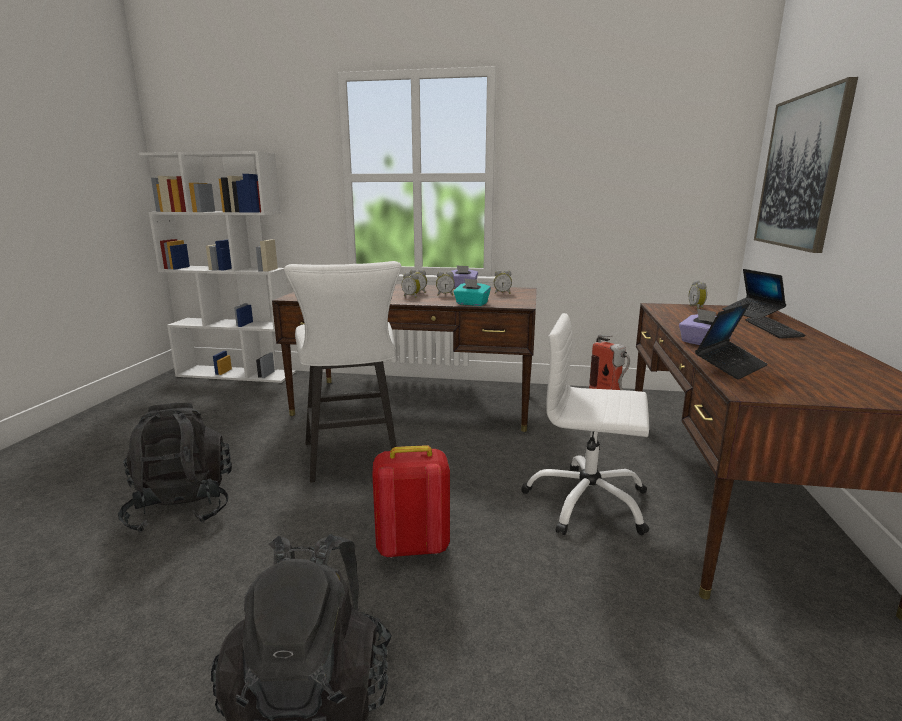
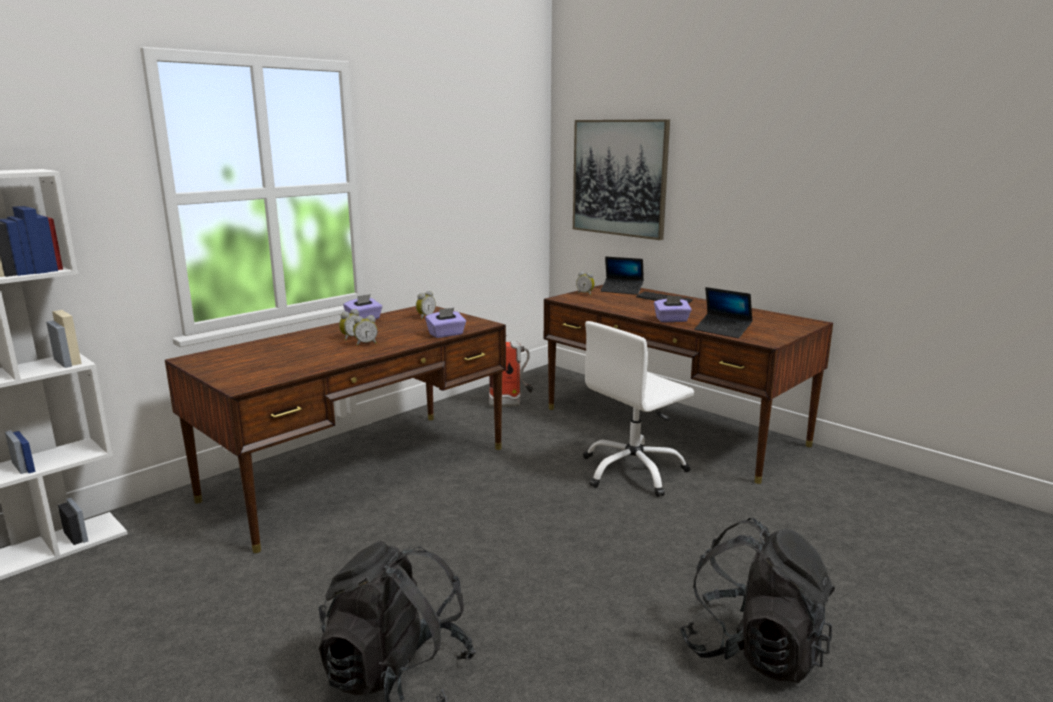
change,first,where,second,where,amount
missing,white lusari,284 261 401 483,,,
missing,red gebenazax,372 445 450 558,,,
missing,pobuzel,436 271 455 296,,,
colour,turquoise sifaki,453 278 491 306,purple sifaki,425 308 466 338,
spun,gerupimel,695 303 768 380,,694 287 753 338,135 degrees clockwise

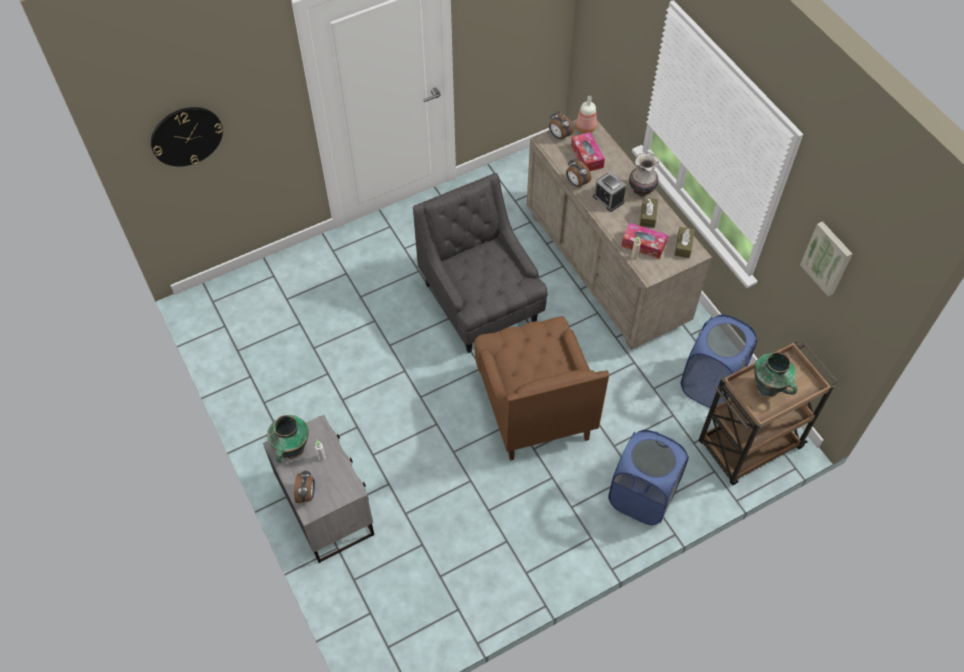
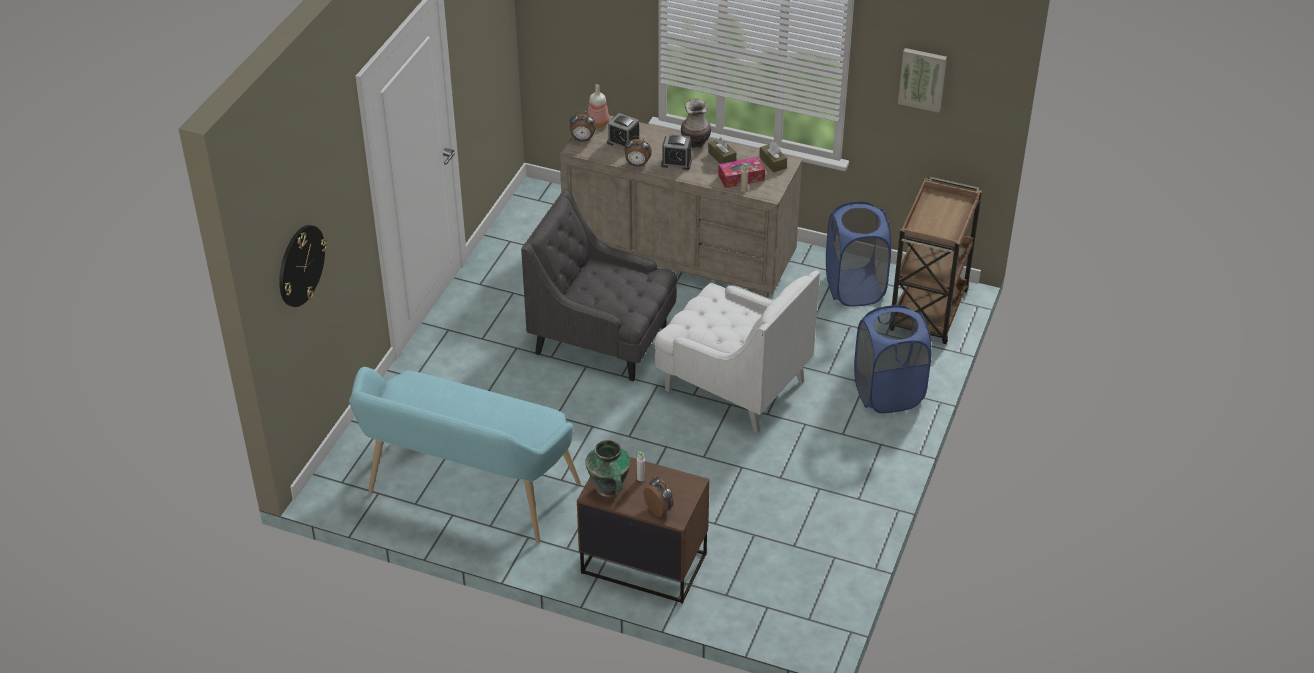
change,first,where,second,where,amount
colour,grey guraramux,263 415 374 563,brown guraramux,577 457 710 604,
colour,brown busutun,474 316 609 460,white busutun,654 270 820 434,
exchanged,sifaki,571 132 605 171,pobuzel,607 113 639 148,
missing,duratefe,754 352 798 397,,,
appeared,,,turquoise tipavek,349 367 581 543,

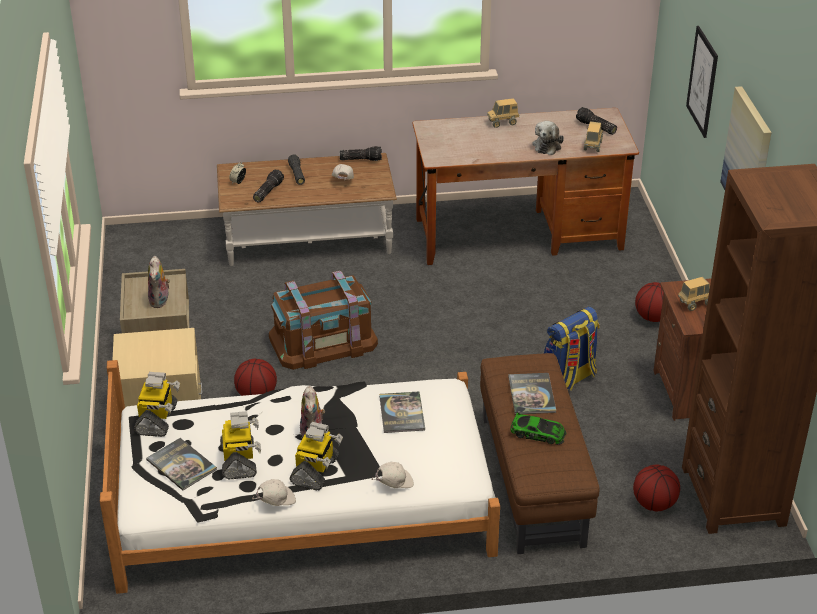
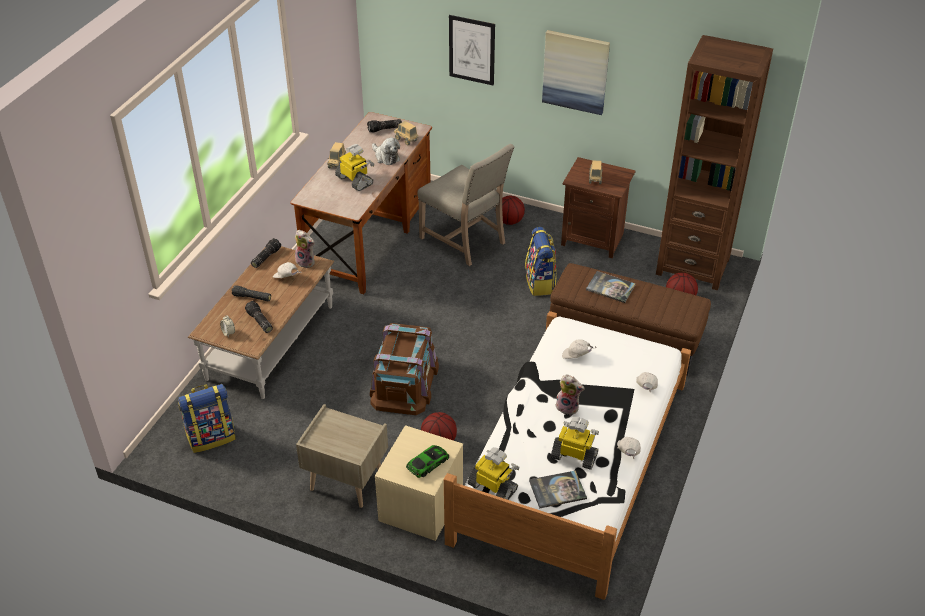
change,first,where,second,where,amount
relocated,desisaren,148 256 170 308,,295 230 315 268,
relocated,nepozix,289 422 343 491,,335 144 374 191,
exchanged,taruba,379 391 425 433,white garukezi,562 339 597 359,
relocated,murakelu,511 413 566 445,,406 445 449 478,
appeared,,,gebenazax,178 384 236 453,
appeared,,,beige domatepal,417 144 514 266,

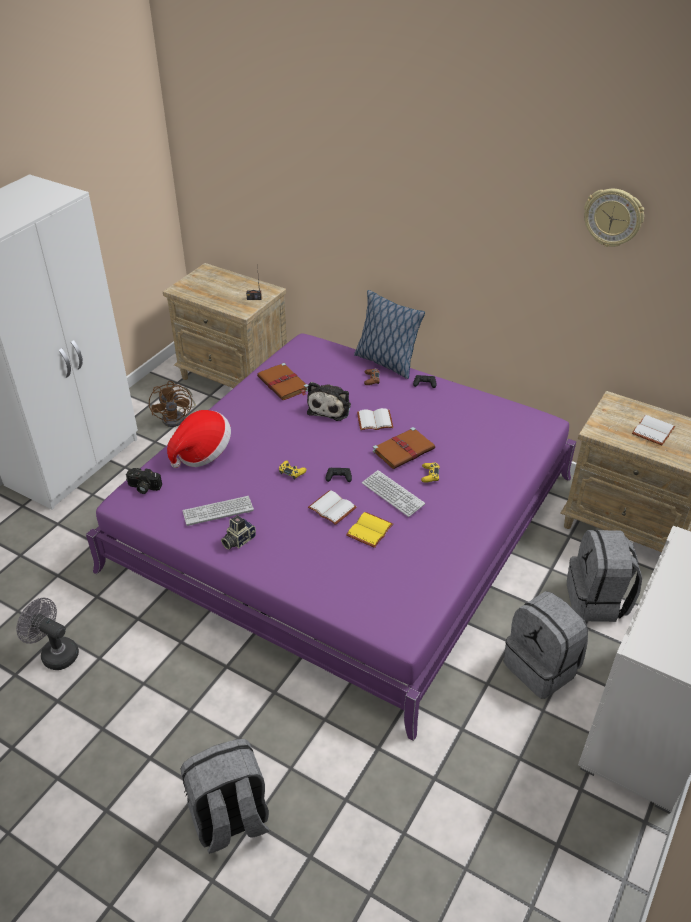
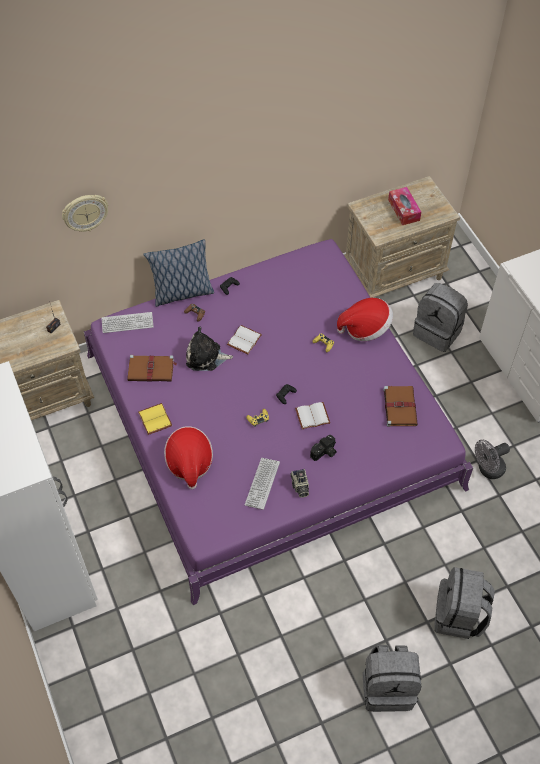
change,first,where,second,where,amount
relocated,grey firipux,16 598 79 670,,475 439 510 479,
relocated,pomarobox,126 468 162 494,,310 435 337 461,
missing,brown firipux,149 381 196 427,,,
spun,desisaren,307 382 351 421,,186 327 233 371,135 degrees clockwise
relocated,yellow taruba,346 512 393 548,,138 403 172 435,
relocated,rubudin,362 470 425 517,,102 312 154 333,
relocated,brown taruba,373 427 435 469,,383 385 418 427,
relocated,grey gebenazax,504 591 588 699,,362 645 421 712,
relocated,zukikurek,584 189 644 247,,62 195 108 232,
exchanged,white taruba,632 415 676 445,sifaki,388 187 421 225,
appeared,,,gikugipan,337 298 393 341,

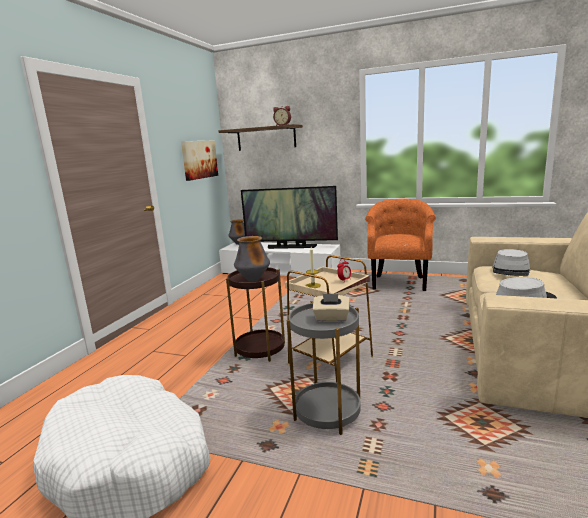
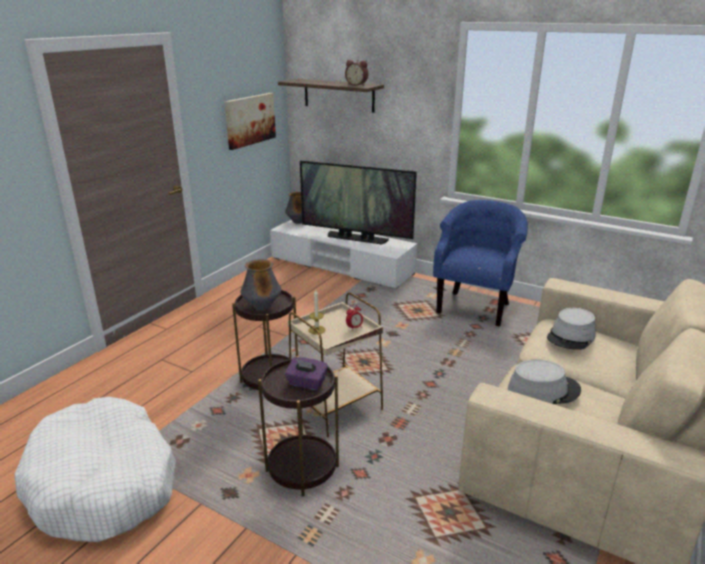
change,first,where,second,where,amount
colour,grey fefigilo,287 301 361 435,brown fefigilo,258 356 339 496,
colour,beige sifaki,312 294 350 322,purple sifaki,285 357 328 390,
colour,orange busutun,365 199 436 291,blue busutun,433 200 528 327,

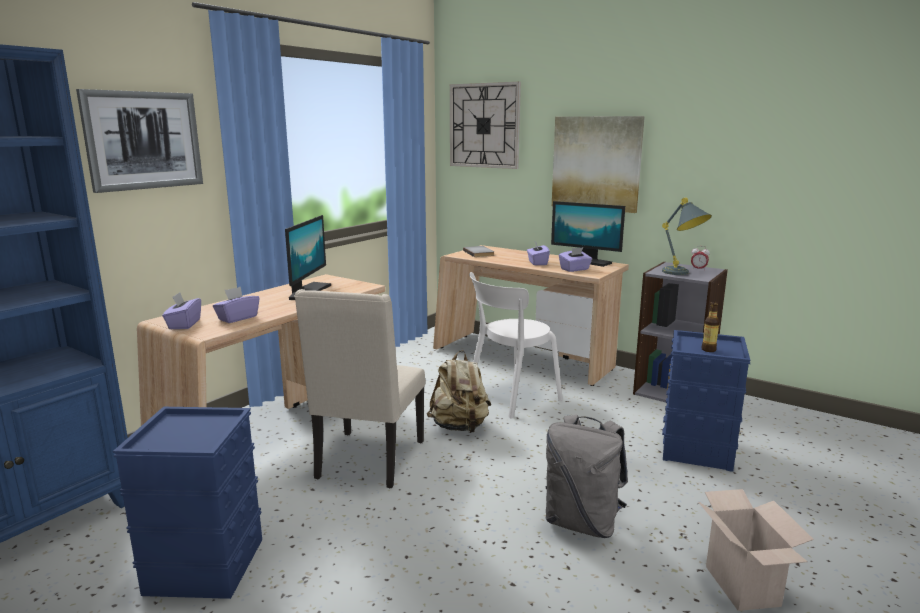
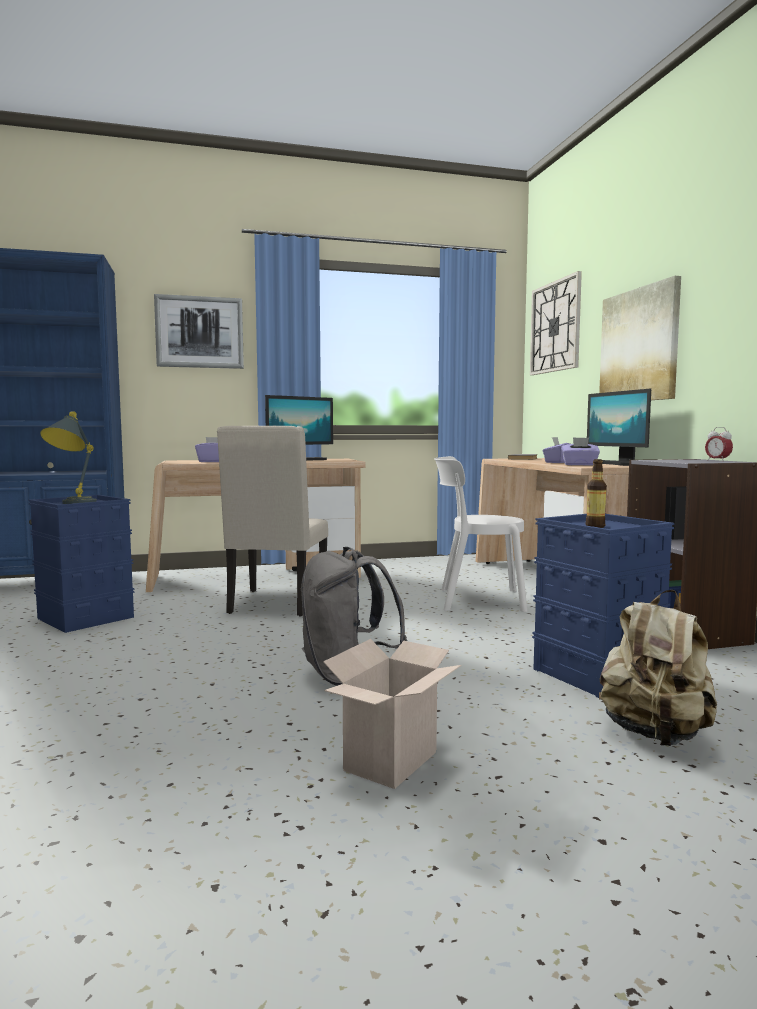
change,first,where,second,where,amount
missing,purple sifaki,162 292 201 329,,,
spun,beige domatepal,294 289 425 488,,217 426 328 616,45 degrees counterclockwise
relocated,beige gebenazax,427 350 491 433,,599 590 717 746,
relocated,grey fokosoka,662 198 712 275,,40 411 97 504,

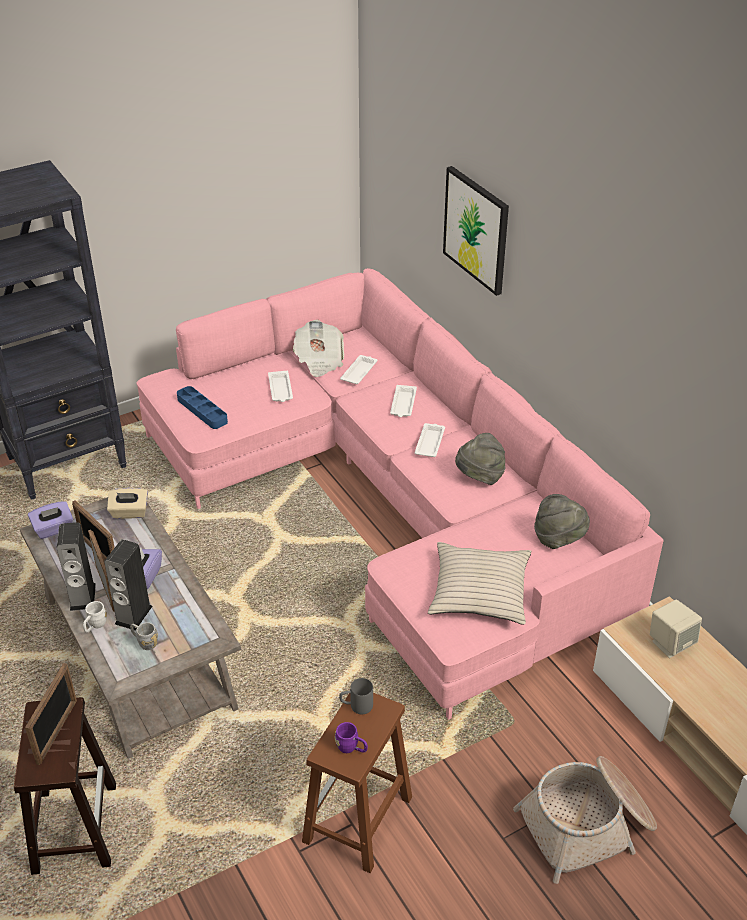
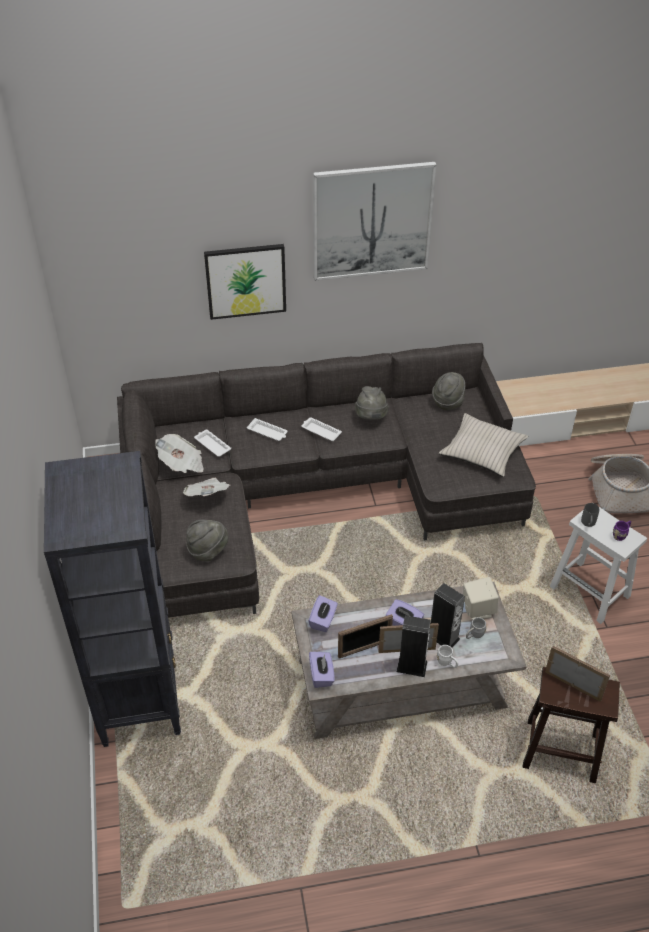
change,first,where,second,where,amount
colour,beige sifaki,107 488 148 519,purple sifaki,308 595 338 632,
colour,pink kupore,136 268 664 720,grey kupore,117 343 536 618,
exchanged,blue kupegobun,177 386 228 429,grey gikugipan,186 520 228 562,
exchanged,white kupegobun,268 371 293 402,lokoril,183 478 230 496,
colour,brown lusari,302 693 412 873,white lusari,550 507 647 624,
relocated,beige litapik,650 599 702 658,,463 577 499 620,
appeared,,,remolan,313 162 437 281,

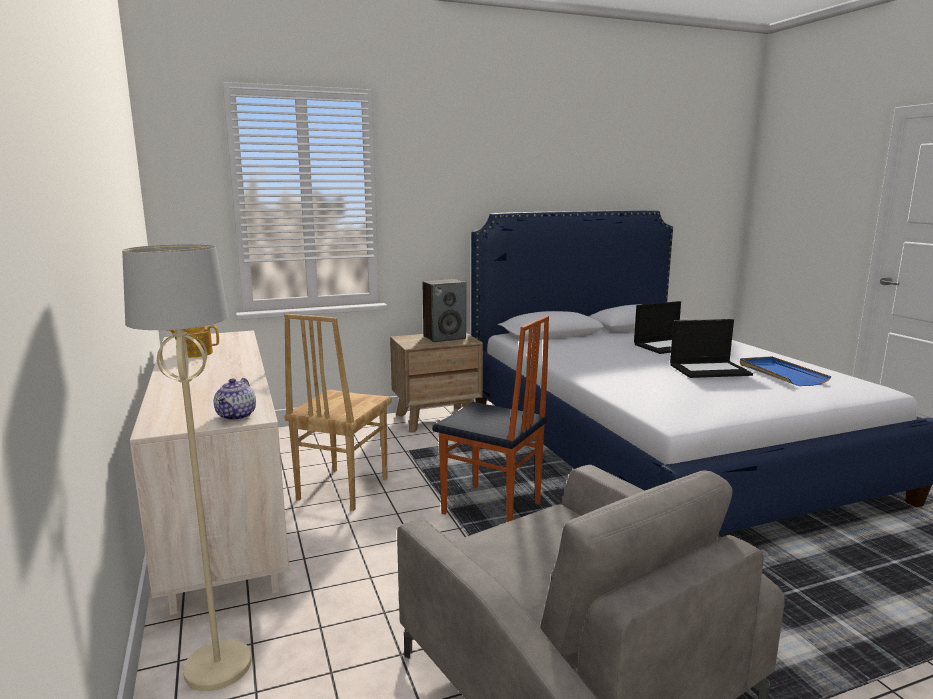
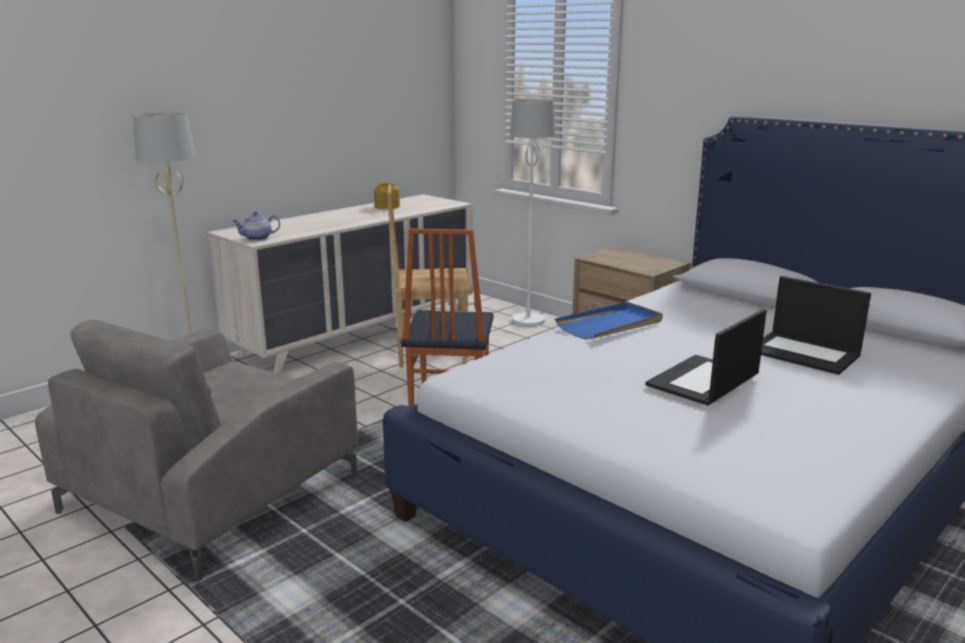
change,first,where,second,where,amount
missing,litapik,423 279 466 342,,,
spun,gerupimel,670 319 753 378,,645 309 767 406,75 degrees clockwise
relocated,blue kupegobun,740 356 831 386,,555 302 663 340,
appeared,,,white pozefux,510 99 555 326,

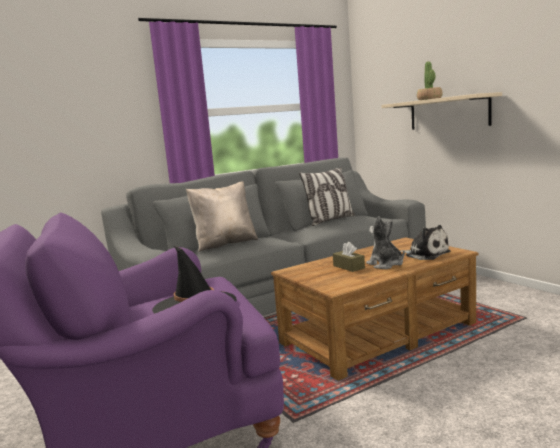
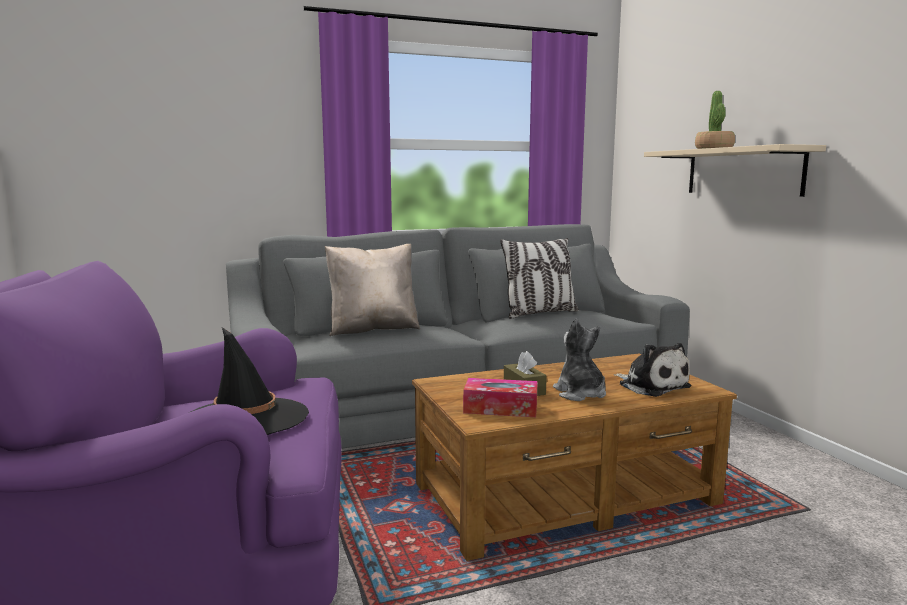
change,first,where,second,where,amount
appeared,,,sifaki,463 378 538 417,

